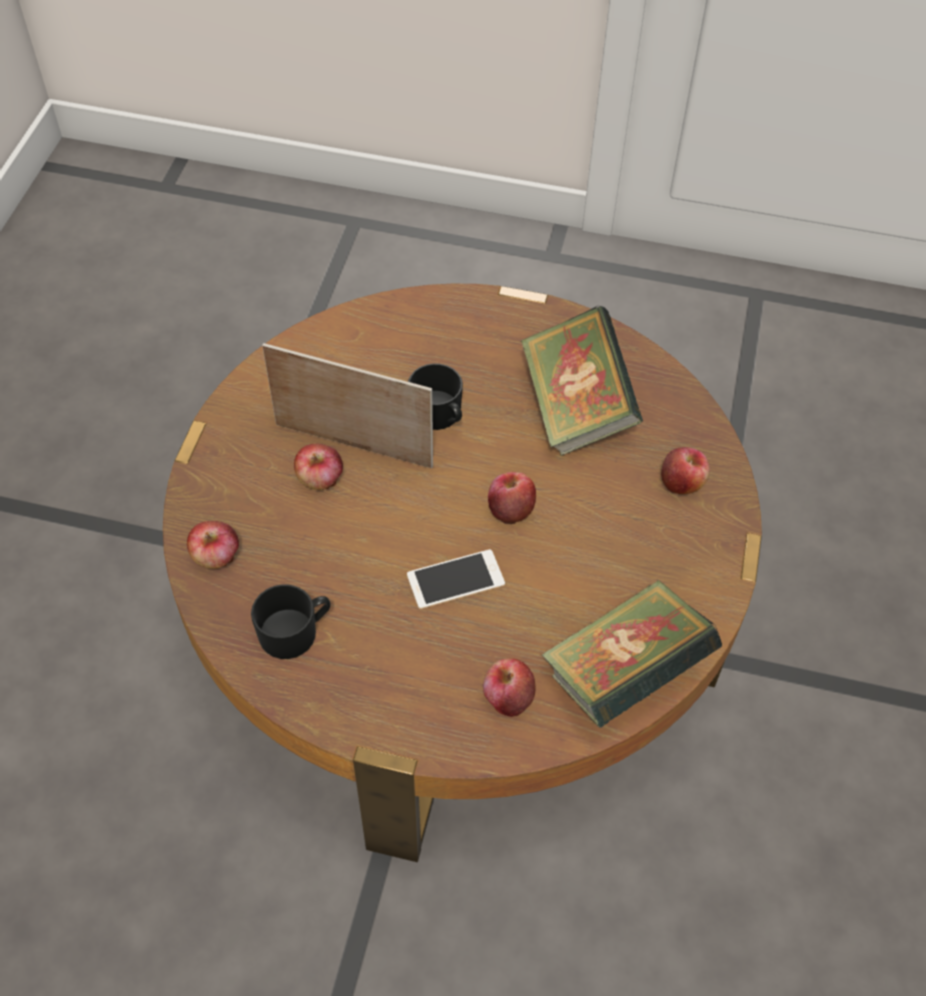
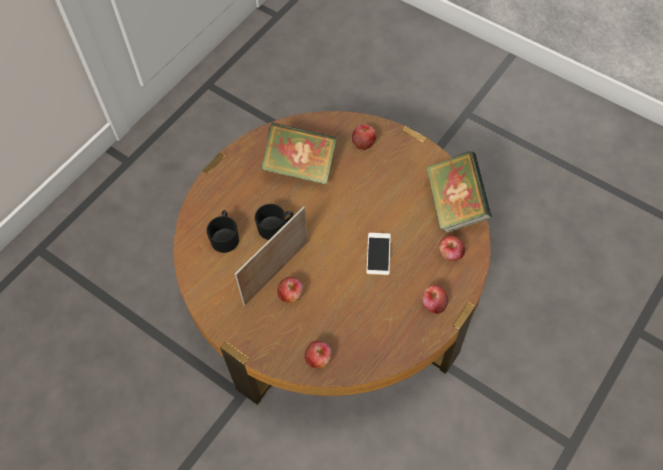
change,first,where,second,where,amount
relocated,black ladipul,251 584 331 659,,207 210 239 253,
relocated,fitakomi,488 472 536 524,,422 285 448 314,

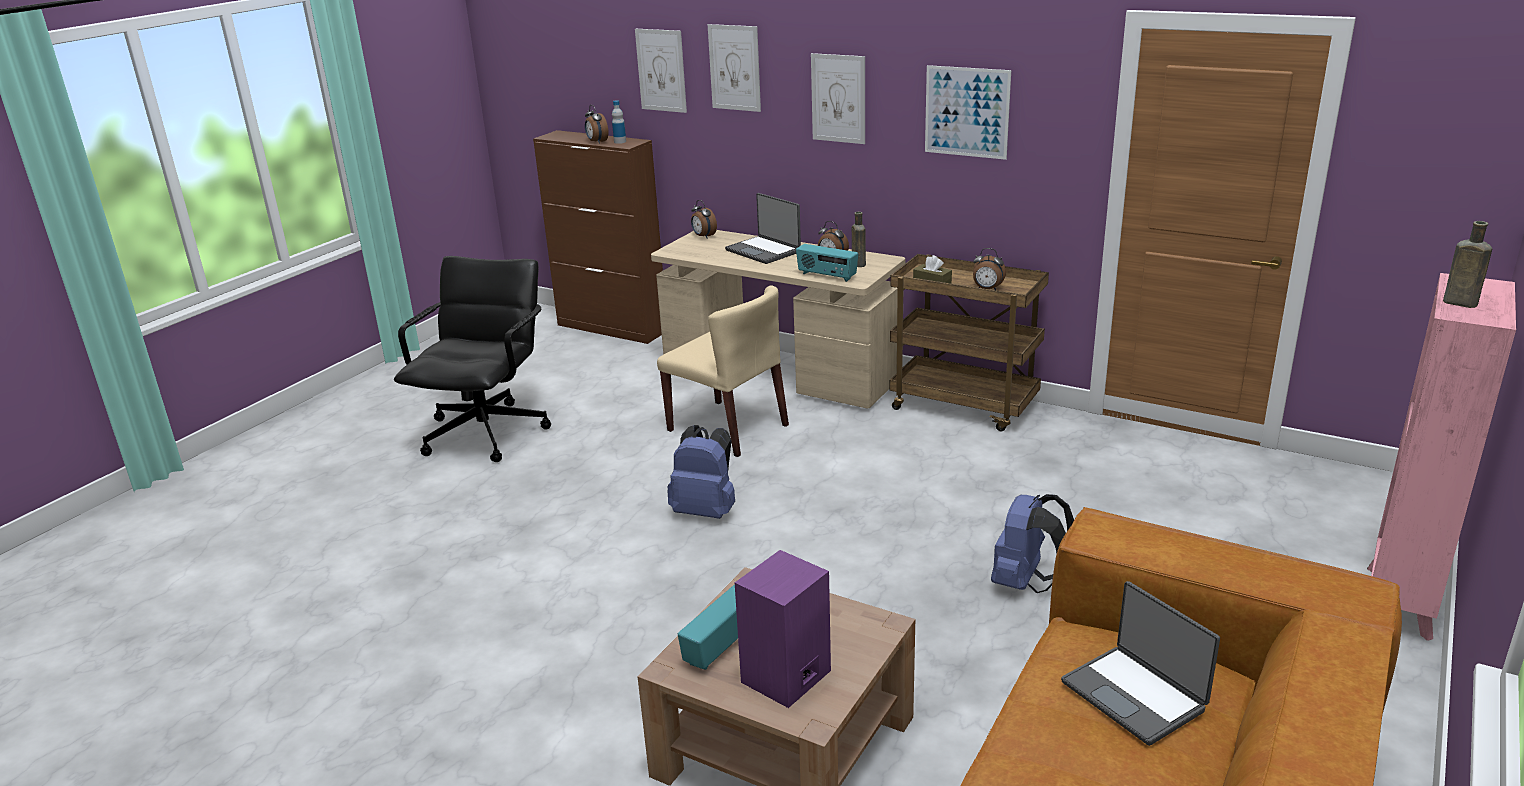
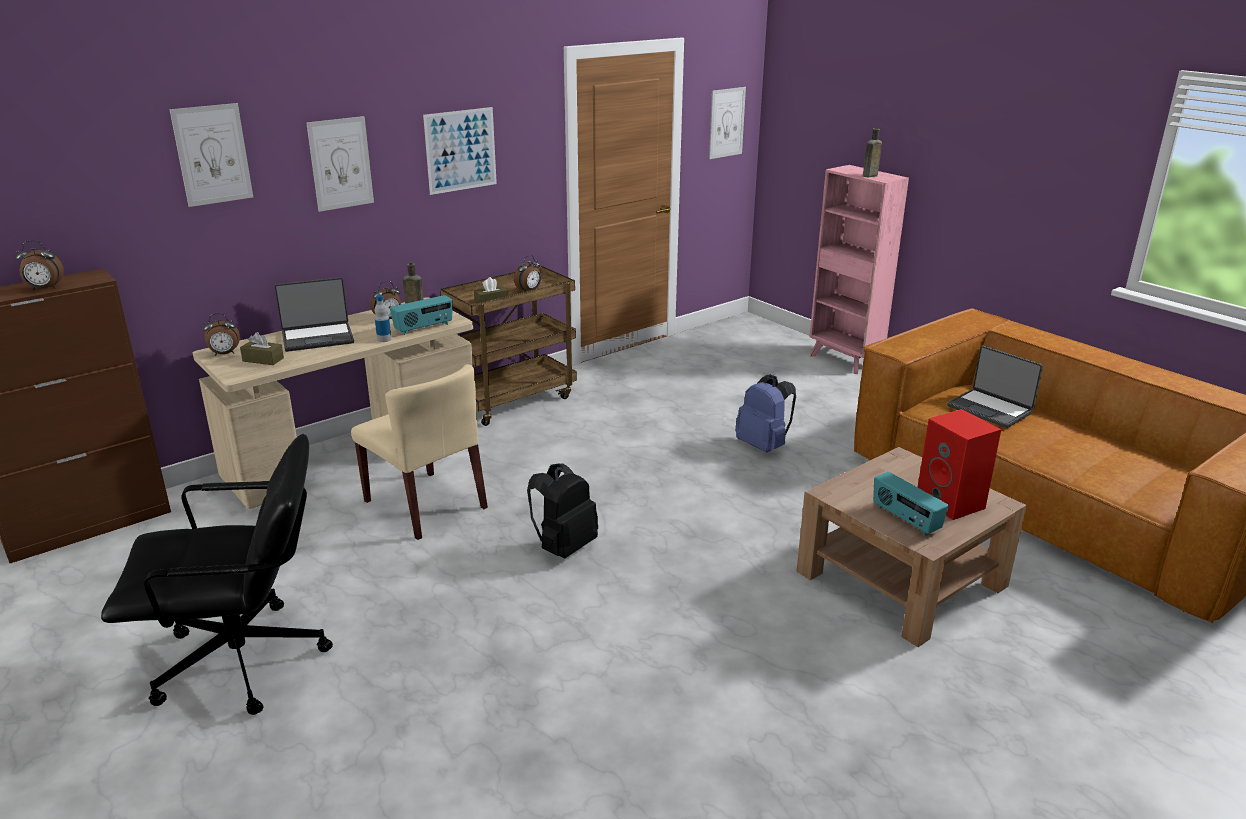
change,first,where,second,where,amount
spun,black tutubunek,394 256 551 462,,101 434 333 715,135 degrees clockwise
relocated,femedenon,612 100 626 144,,374 295 391 342,
relocated,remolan,635 29 687 113,,709 87 746 159,
spun,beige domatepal,657 285 789 457,,351 364 488 540,75 degrees clockwise
colour,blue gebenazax,667 425 735 519,black gebenazax,527 463 598 558,
colour,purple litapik,735 550 831 708,red litapik,918 409 1001 520,
spun,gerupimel,1061 581 1220 746,,947 346 1043 428,60 degrees clockwise
appeared,,,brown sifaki,240 332 284 365,

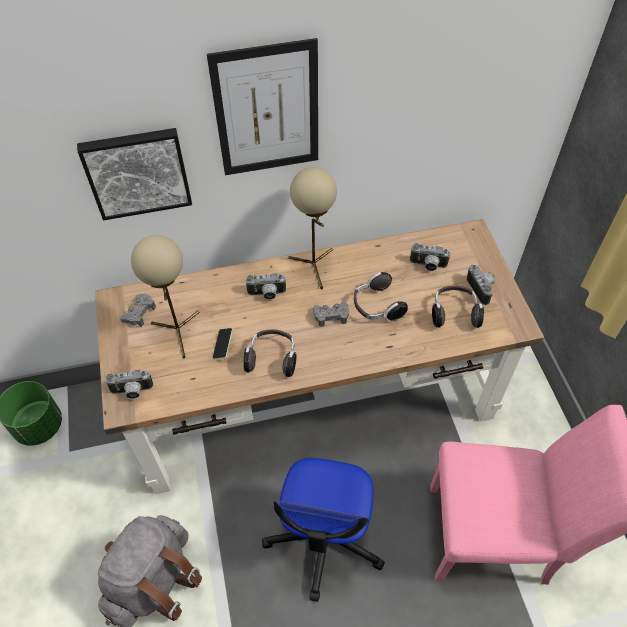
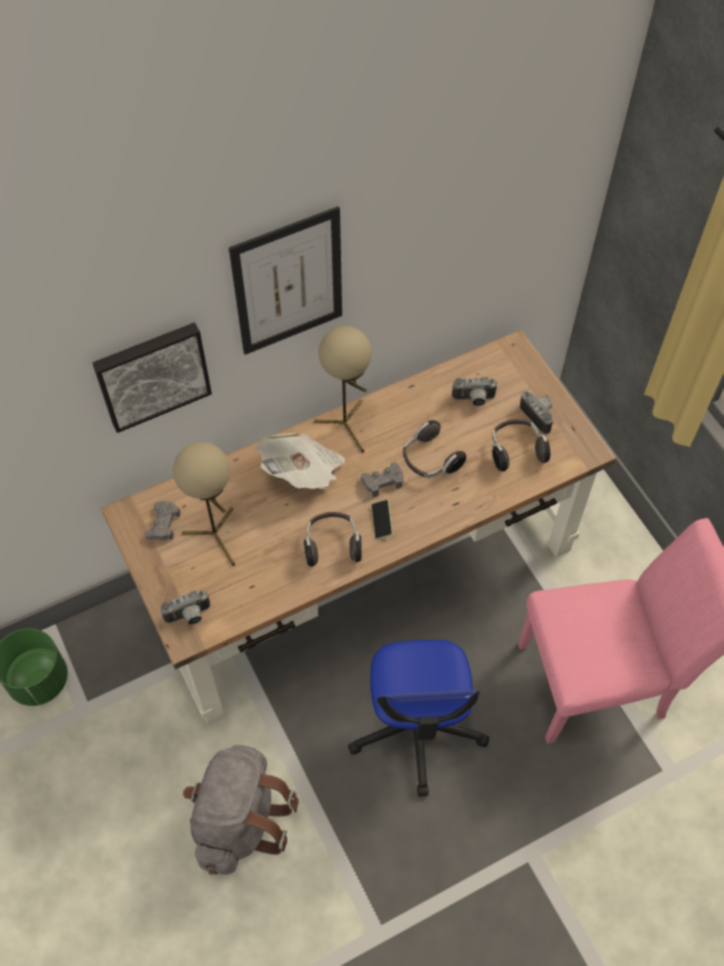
change,first,where,second,where,amount
relocated,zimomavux,212 328 233 359,,371 500 393 539,
exchanged,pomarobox,246 273 286 300,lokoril,256 433 345 489,

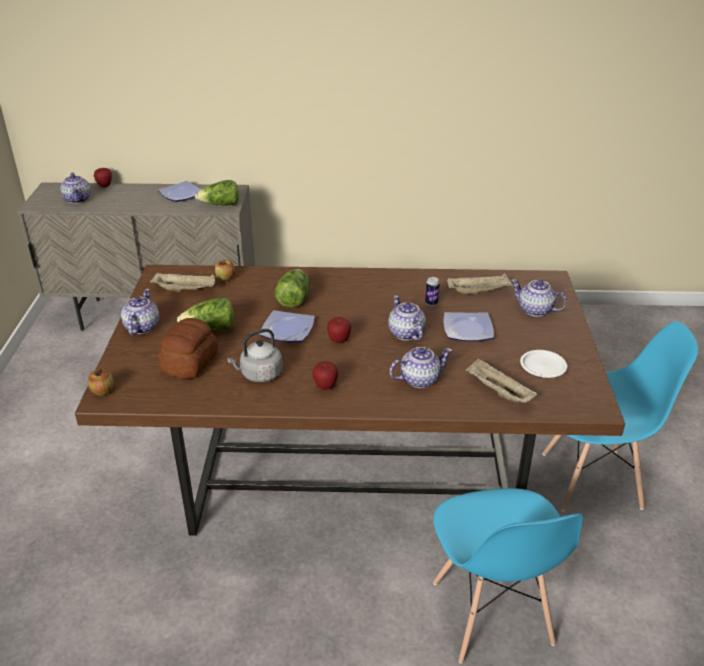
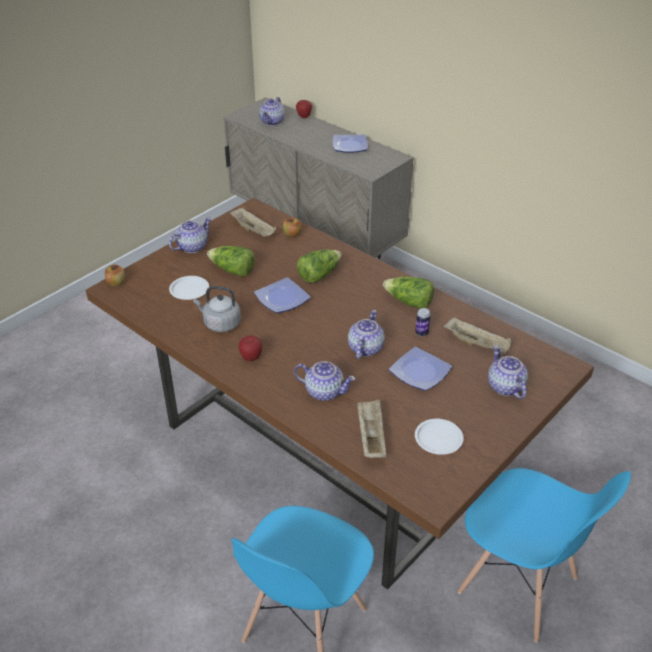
change,first,where,second,where,amount
exchanged,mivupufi,158 318 218 379,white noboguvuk,169 276 209 300,
relocated,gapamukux,195 180 239 205,,383 276 434 309,
missing,fitakomi,327 317 351 343,,,

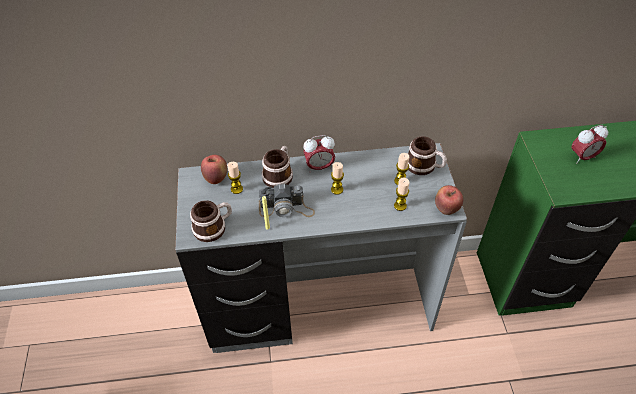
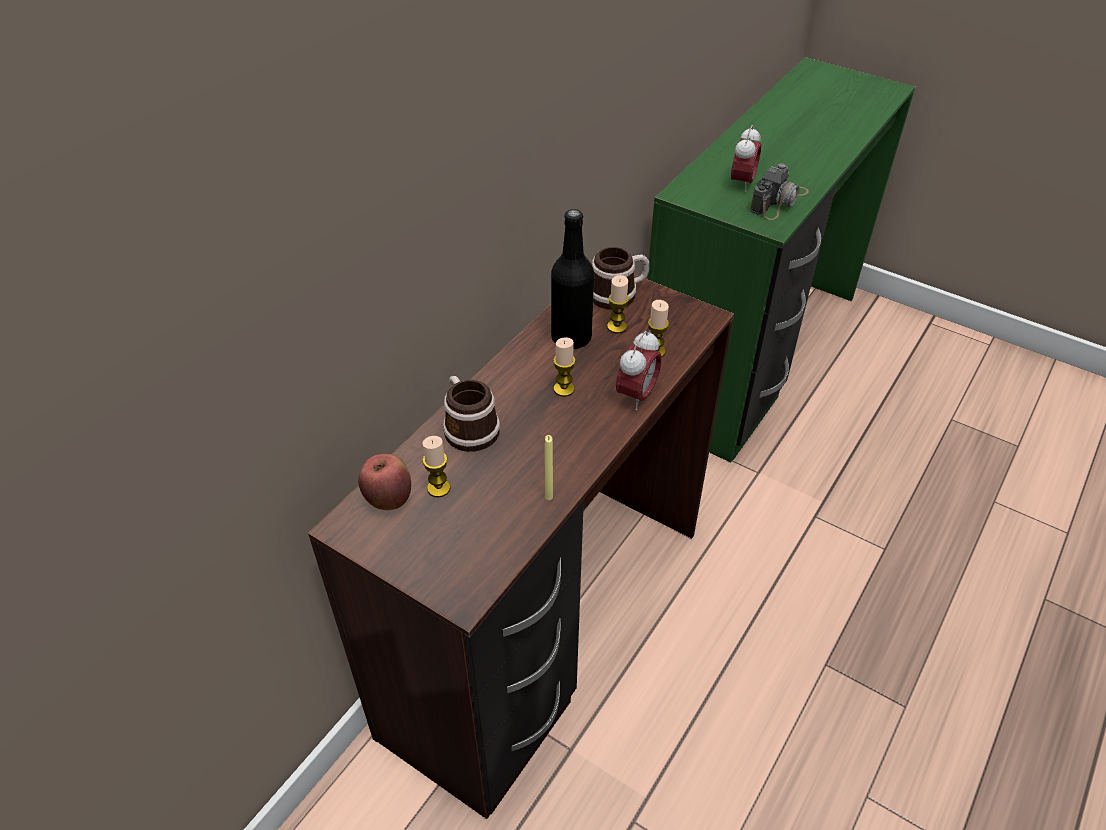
change,first,where,second,where,amount
colour,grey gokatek,175 143 467 353,brown gokatek,308 275 734 819,
missing,ladipul,190 200 232 242,,,
relocated,pomarobox,258 183 315 217,,750 163 809 220,
relocated,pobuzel,304 135 335 173,,616 330 662 411,
missing,fitakomi,435 185 463 215,,,
appeared,,,black femedenon,551 209 594 350,

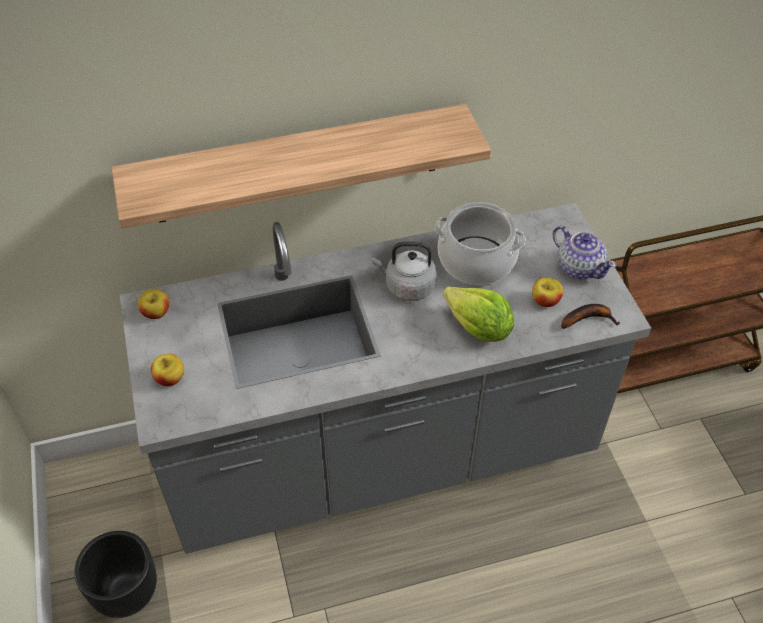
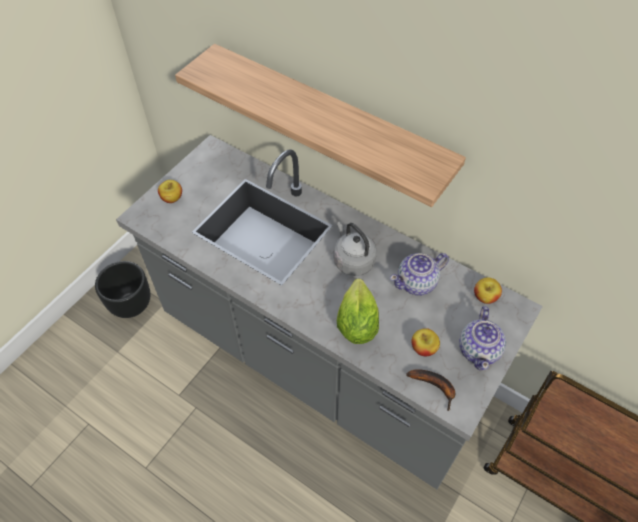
change,first,where,second,where,amount
relocated,fitakomi,138 289 169 319,,474 277 502 304,
exchanged,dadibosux,435 202 526 285,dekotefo,390 253 449 295,

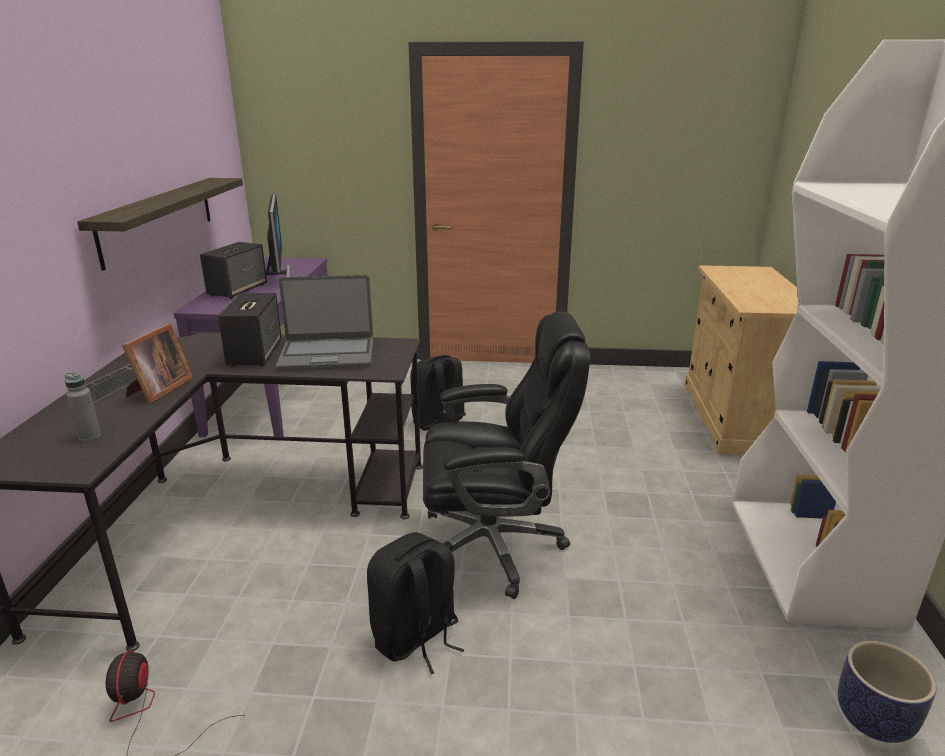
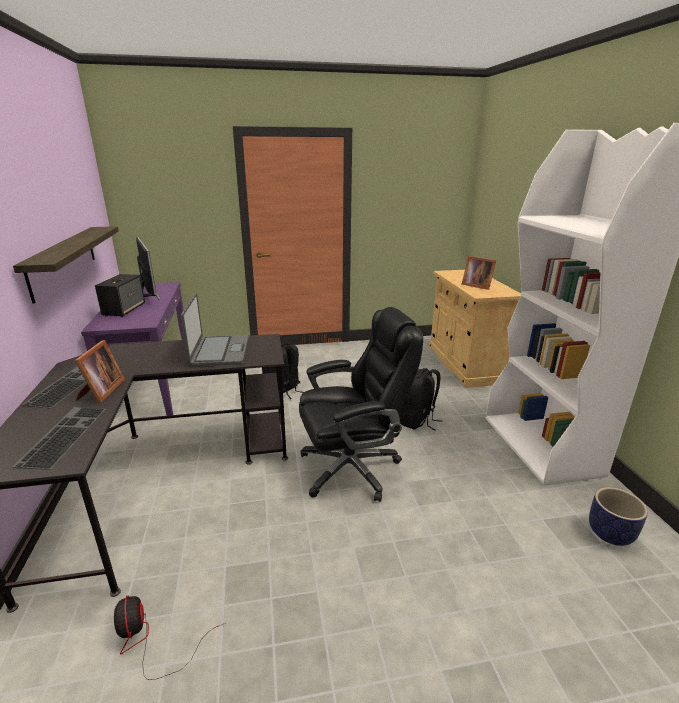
change,first,where,second,where,amount
exchanged,grey femedenon,64 372 101 441,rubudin,12 407 106 469,
missing,litapik,218 293 282 367,,,
spun,gerupimel,276 275 373 371,,181 293 249 366,75 degrees counterclockwise
relocated,black gebenazax,367 532 464 674,,401 368 442 431,
appeared,,,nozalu,462 256 496 290,

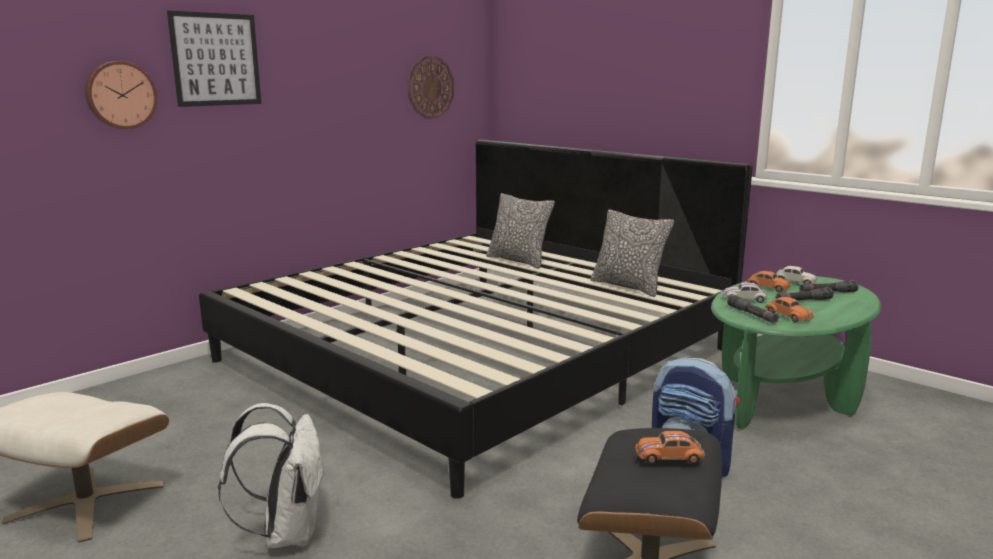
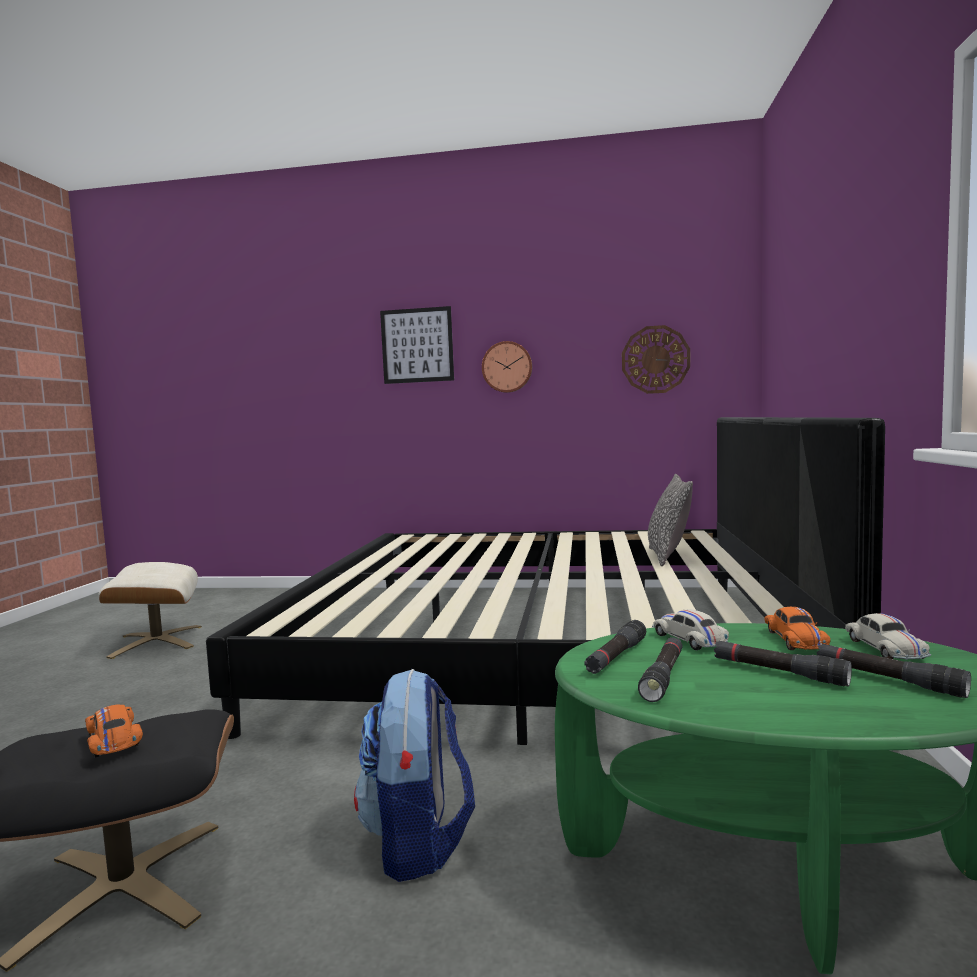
change,first,where,second,where,amount
relocated,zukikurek,85 61 157 129,,482 341 532 393,
missing,white gebenazax,218 403 325 548,,,
missing,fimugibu,590 209 674 297,,,
exchanged,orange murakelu,766 297 814 322,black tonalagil,638 637 682 702,

